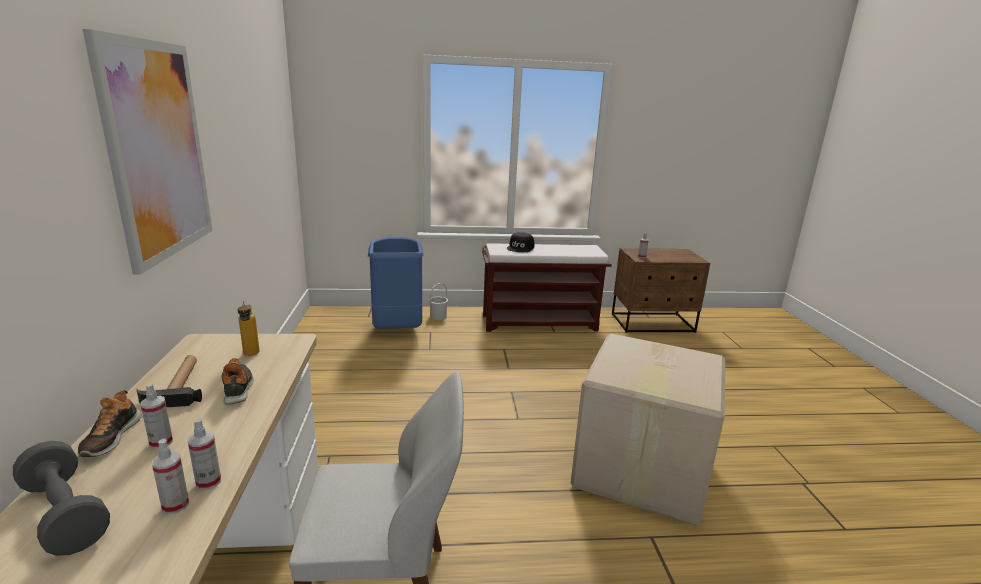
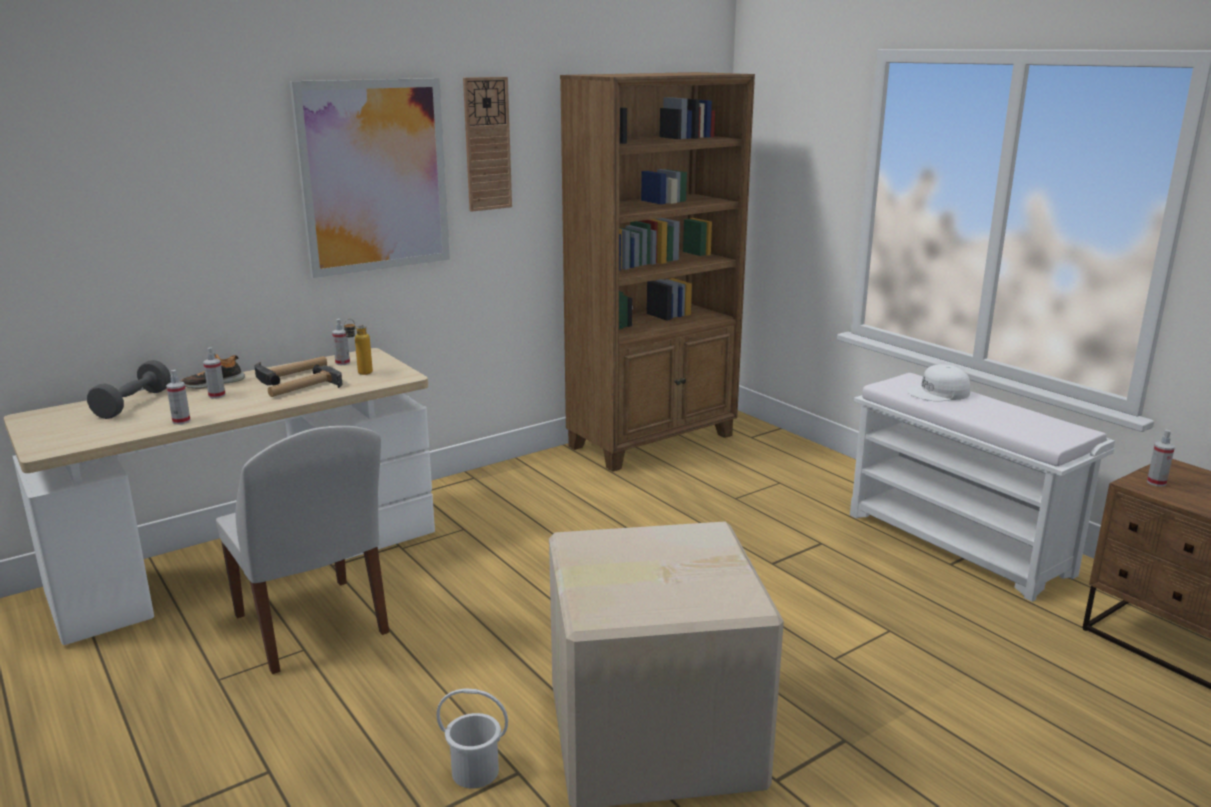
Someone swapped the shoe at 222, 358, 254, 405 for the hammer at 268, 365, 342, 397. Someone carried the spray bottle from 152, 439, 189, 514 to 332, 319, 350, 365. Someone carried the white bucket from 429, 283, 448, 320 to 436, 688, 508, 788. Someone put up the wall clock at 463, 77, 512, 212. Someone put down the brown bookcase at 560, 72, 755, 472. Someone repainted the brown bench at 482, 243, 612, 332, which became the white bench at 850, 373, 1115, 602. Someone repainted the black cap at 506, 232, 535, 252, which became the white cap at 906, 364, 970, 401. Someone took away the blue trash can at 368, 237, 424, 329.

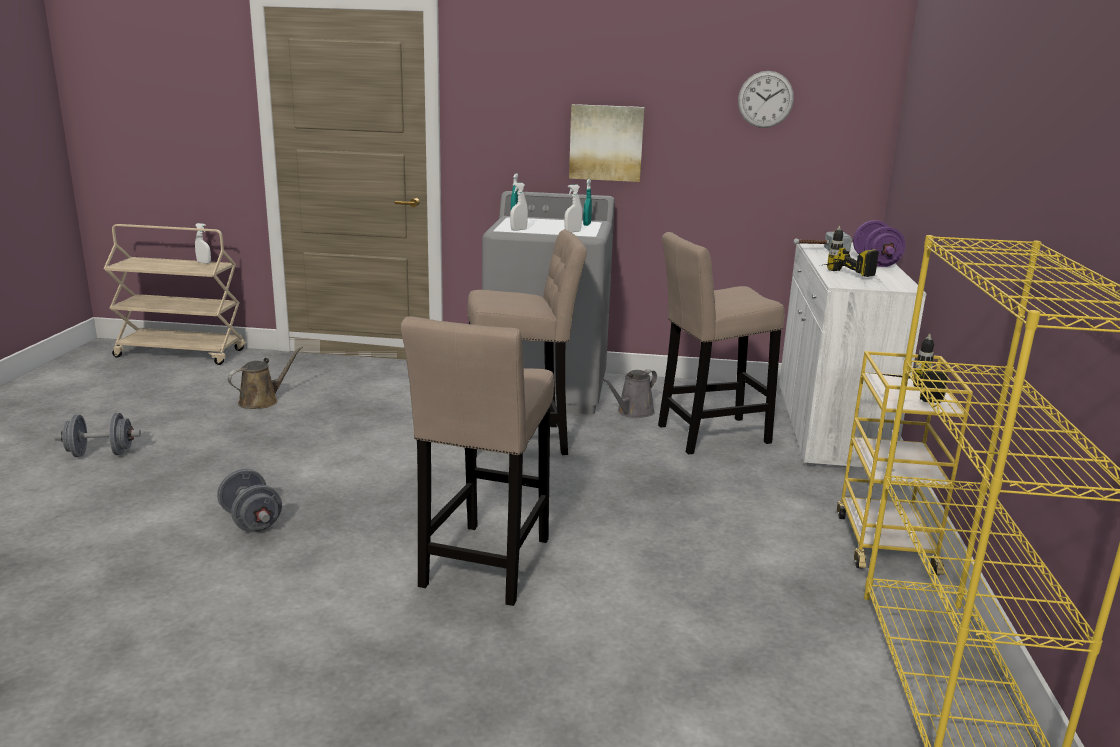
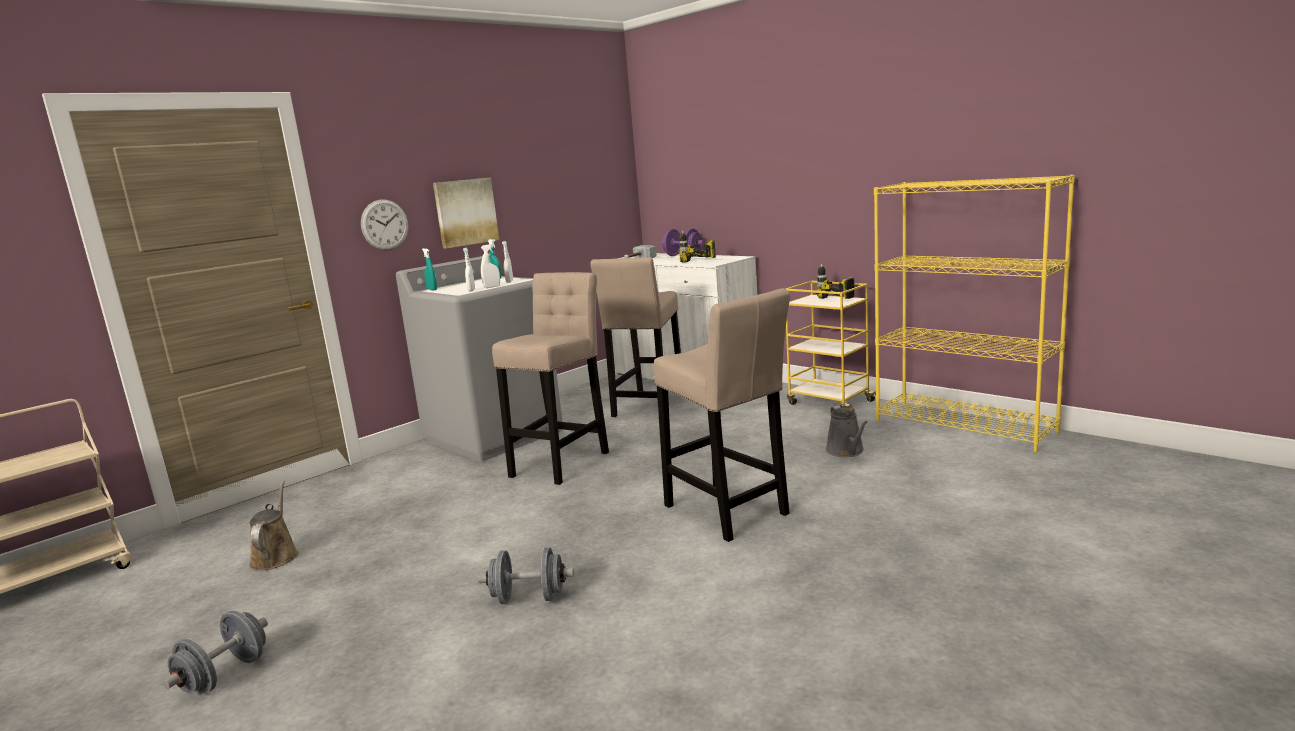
Someone carried the wall clock from 738, 71, 794, 128 to 361, 199, 408, 250. Someone carried the white spray bottle from 195, 223, 211, 264 to 481, 244, 500, 288. Someone carried the grey watering can from 602, 369, 657, 418 to 826, 406, 868, 457.

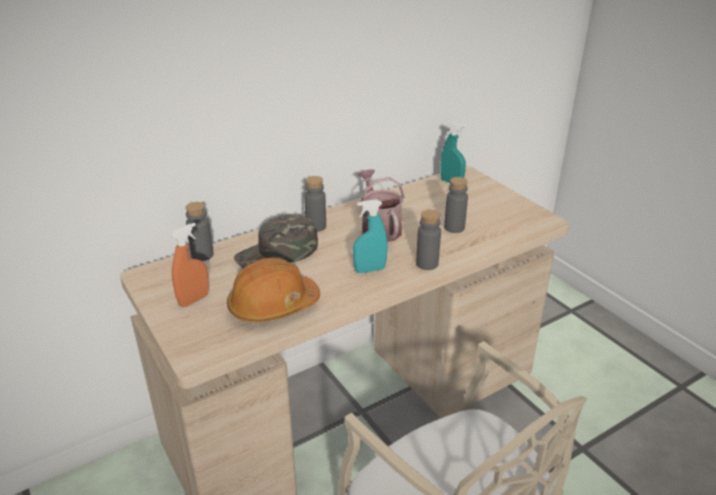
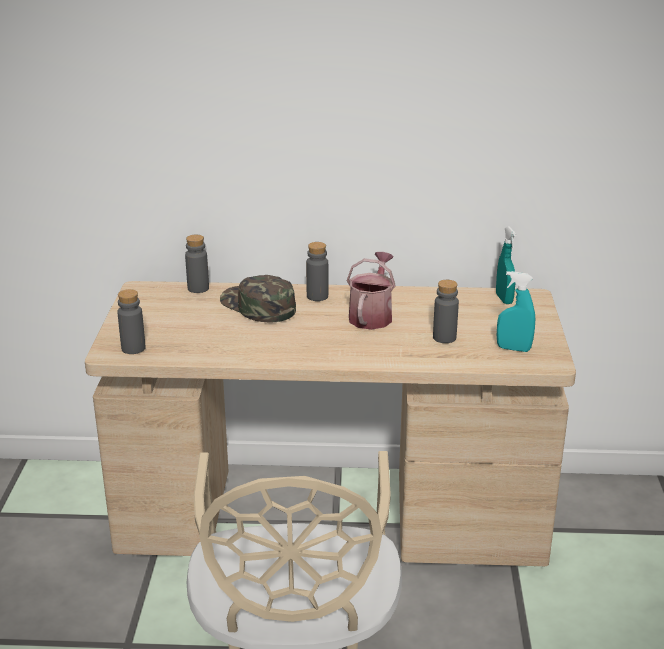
Someone carried the grey bottle from 416, 210, 441, 270 to 117, 289, 146, 354. Someone rotated the green cap at 234, 215, 318, 268 by 45 degrees clockwise. Someone carried the turquoise spray bottle from 353, 199, 388, 273 to 497, 271, 535, 352. Someone took away the orange spray bottle at 171, 223, 209, 307. Someone took away the orange hard hat at 227, 258, 320, 322.

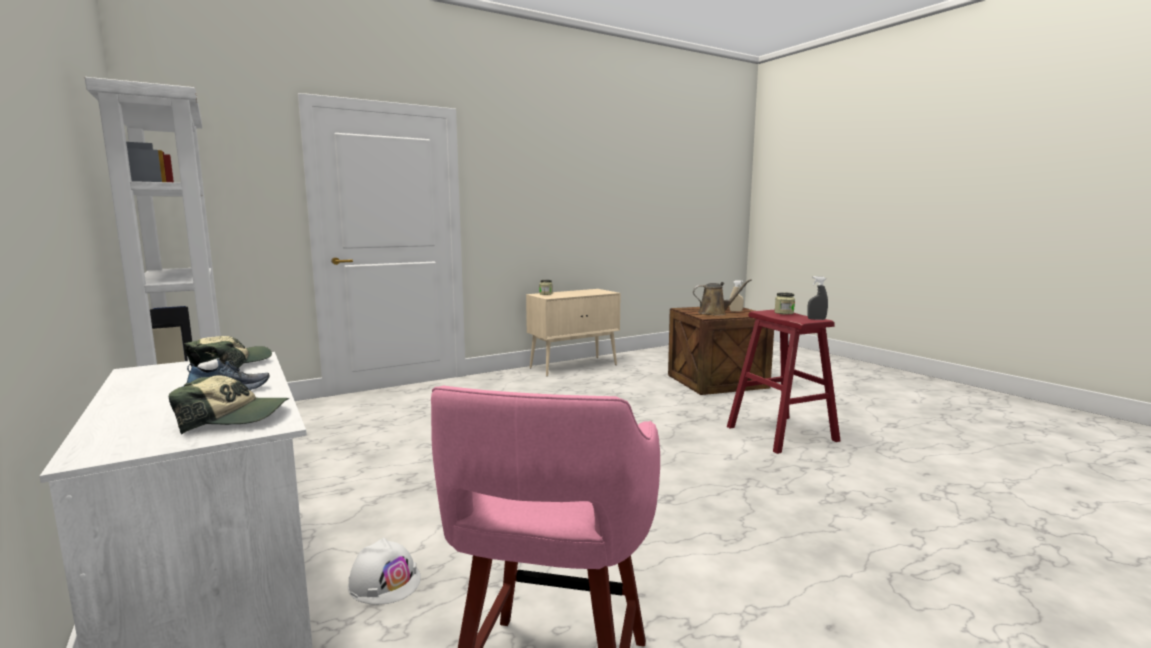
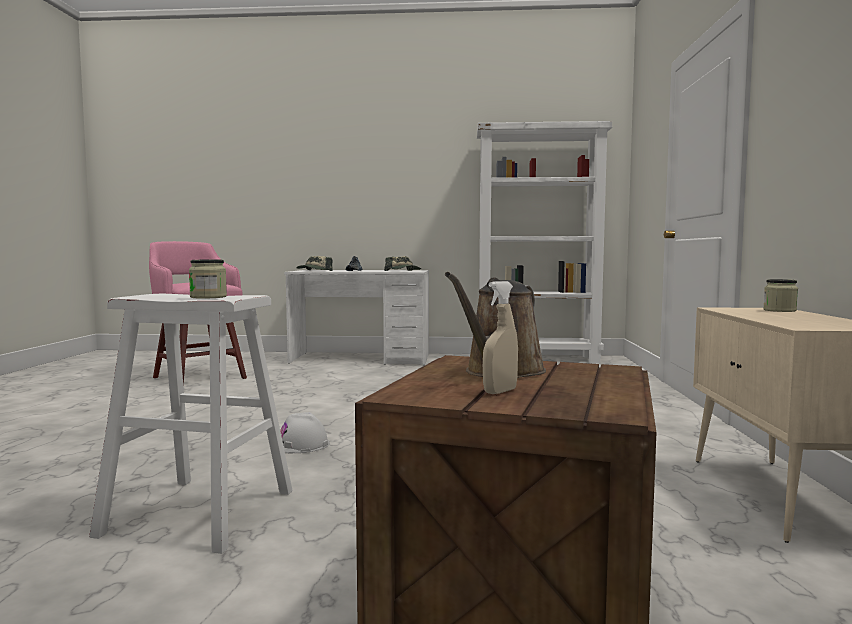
Someone repainted the red stool at 727, 310, 841, 454, which became the white stool at 89, 294, 293, 554. Someone carried the white hard hat from 348, 538, 421, 605 to 280, 412, 330, 453. Someone took away the grey spray bottle at 807, 276, 828, 320.

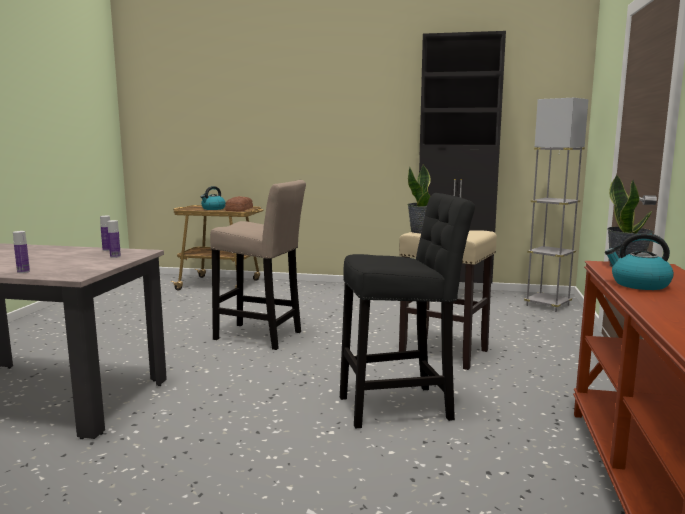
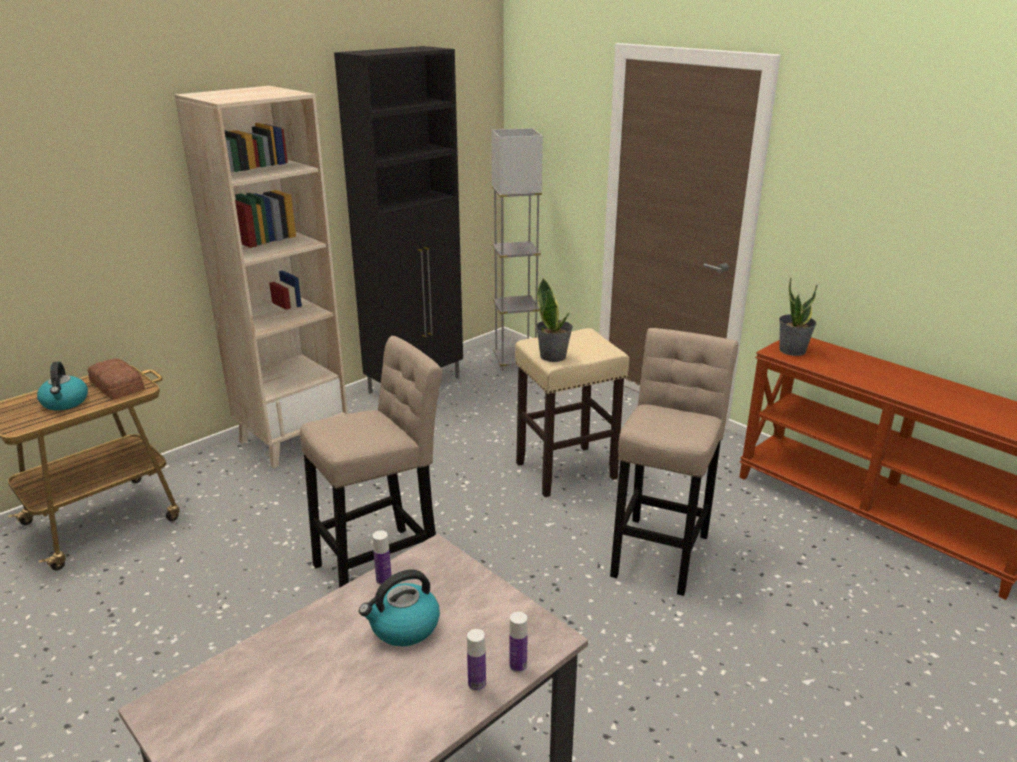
Someone put down the beige bookcase at 175, 86, 348, 468. Someone carried the kettle from 605, 233, 674, 290 to 359, 569, 440, 646. Someone carried the bottle from 107, 220, 121, 258 to 509, 612, 528, 673. Someone repainted the black stool at 340, 193, 475, 428, which became the beige stool at 610, 328, 738, 596.

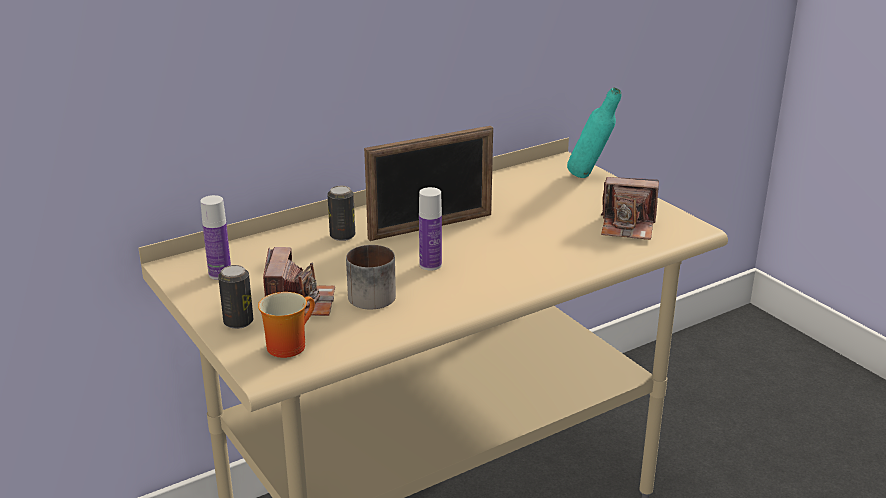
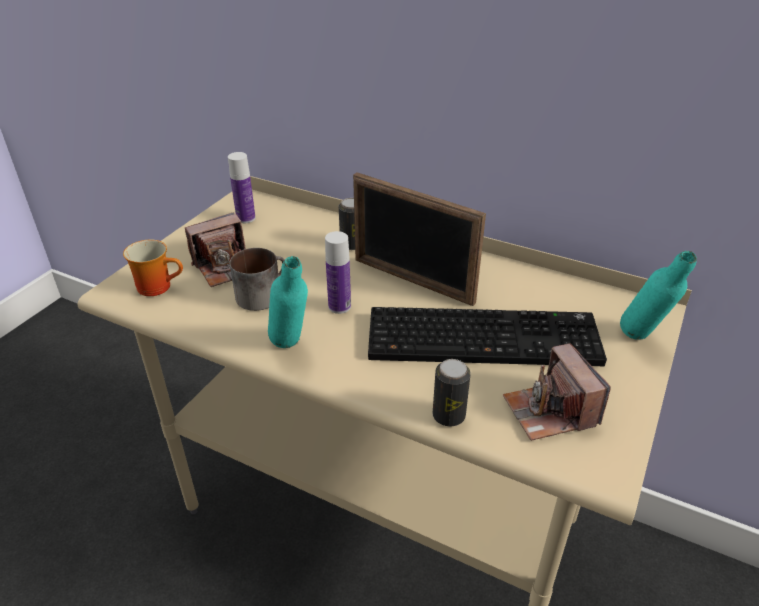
Someone put down the turquoise bottle at 268, 256, 308, 348. Someone put down the keyboard at 368, 307, 607, 366. Someone carried the can from 218, 265, 253, 329 to 433, 359, 471, 426.

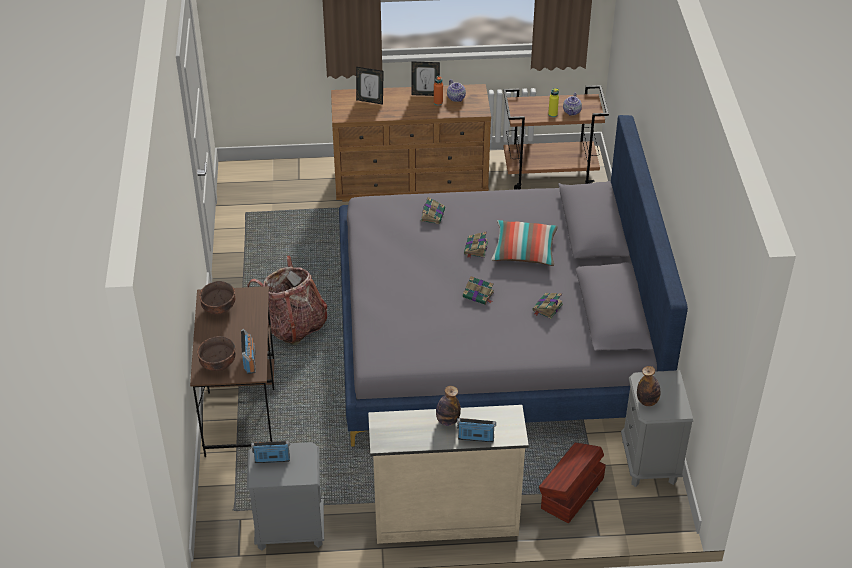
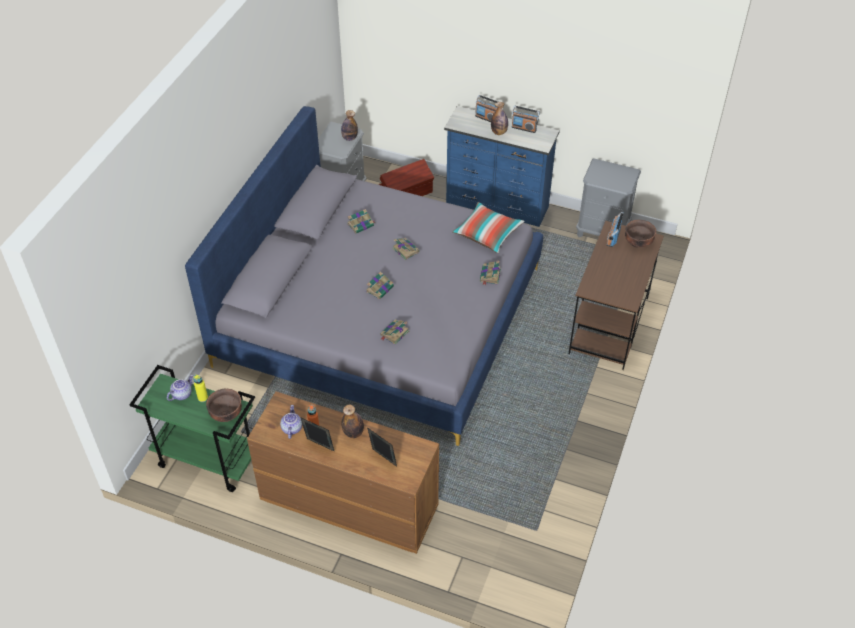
Someone repainted the brown cart at 503, 85, 609, 190, which became the green cart at 129, 365, 255, 492. Someone carried the brown bowl from 199, 281, 235, 315 to 206, 389, 242, 422. Someone put down the bottle at 341, 405, 364, 438. Someone repainted the beige dresser at 368, 405, 529, 544, which became the blue dresser at 444, 106, 560, 227. Someone carried the pillow from 491, 220, 558, 266 to 452, 202, 524, 253. Someone put down the book at 480, 260, 501, 285. Someone carried the radio from 251, 441, 290, 463 to 512, 106, 540, 133. Someone took away the backpack at 247, 256, 327, 345.

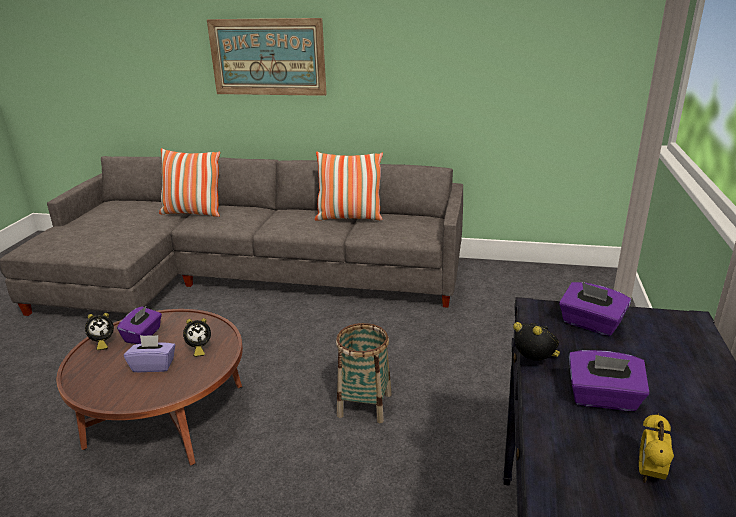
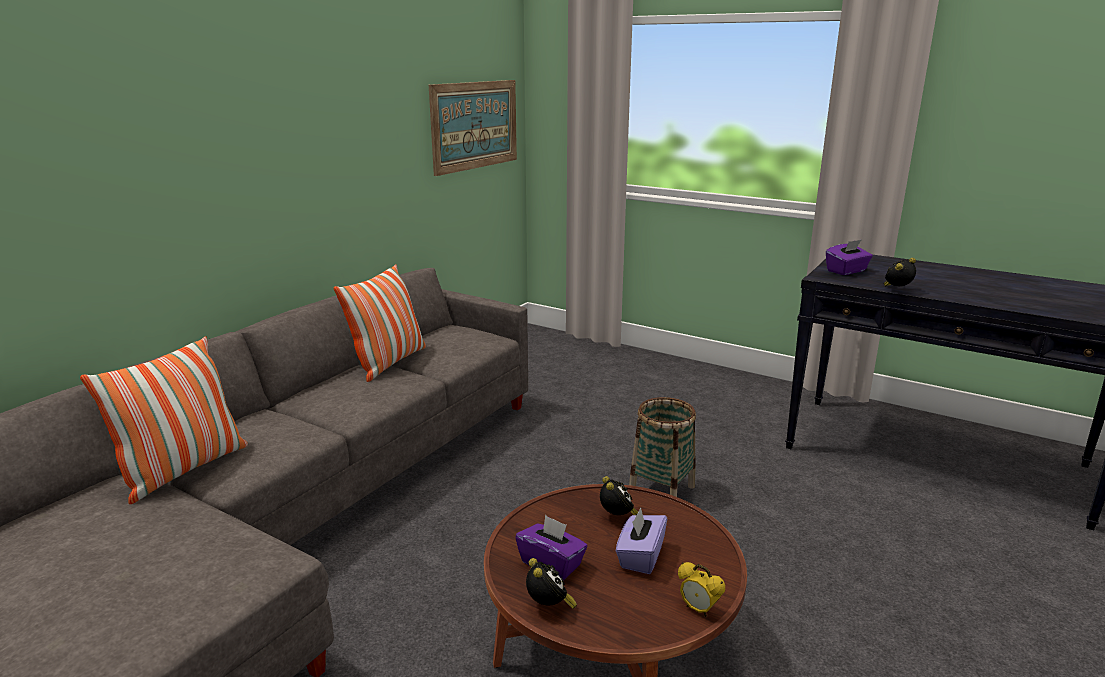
Someone carried the picture from 207, 18, 327, 96 to 429, 80, 517, 176. Someone carried the alarm clock from 639, 413, 674, 483 to 678, 562, 725, 617. Someone took away the purple tissue box at 569, 350, 649, 411.

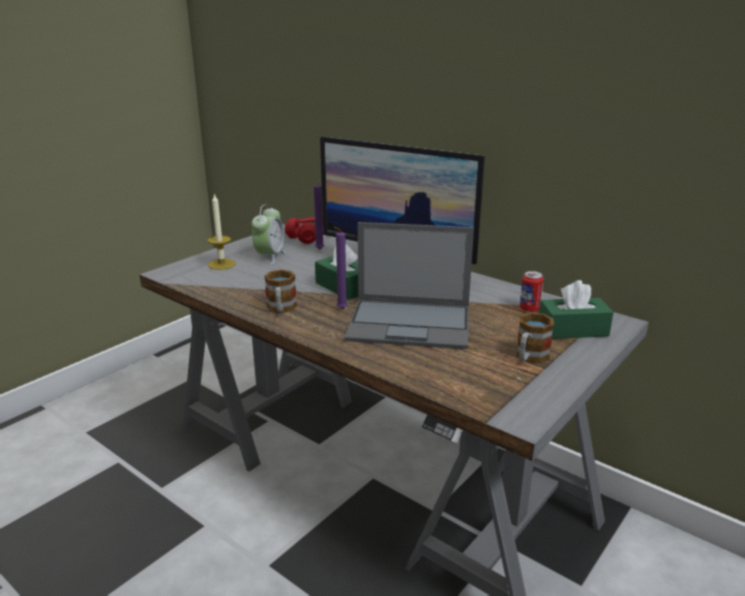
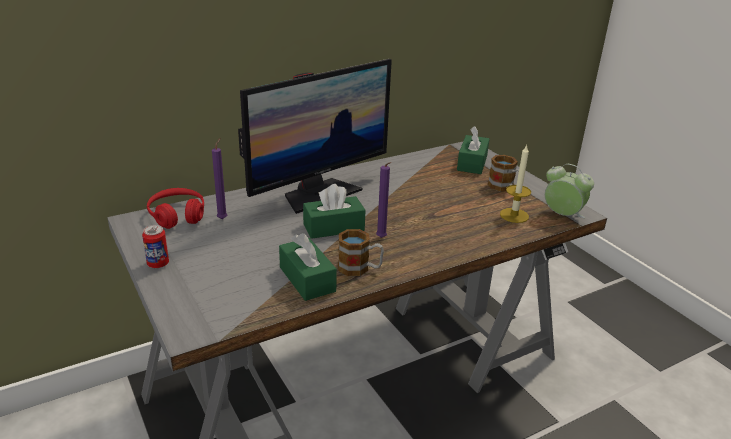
Someone carried the can from 520, 271, 544, 312 to 142, 225, 169, 268. Someone put down the green tissue box at 279, 233, 337, 301. Someone carried the candle from 207, 193, 236, 270 to 500, 145, 531, 223. Someone carried the alarm clock from 252, 204, 286, 264 to 545, 164, 594, 218. Someone took away the laptop at 345, 222, 474, 349.

